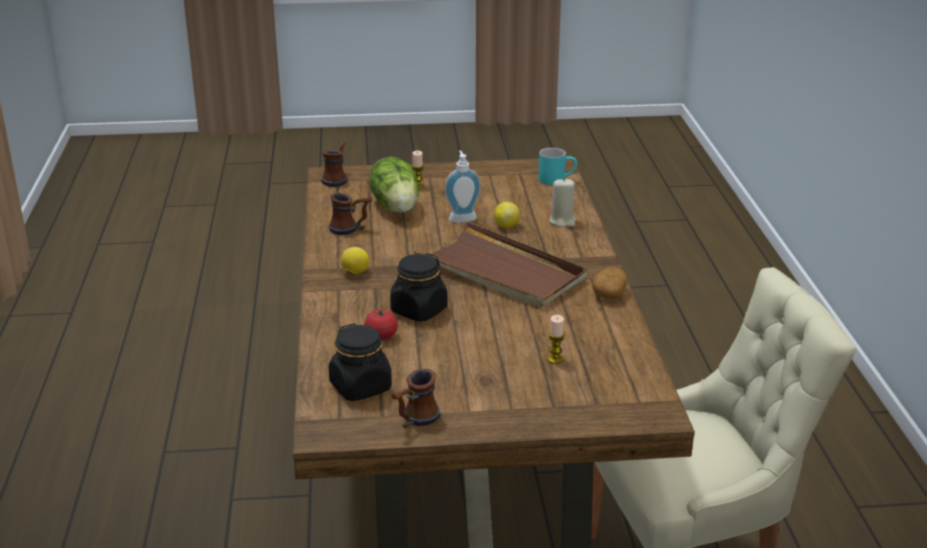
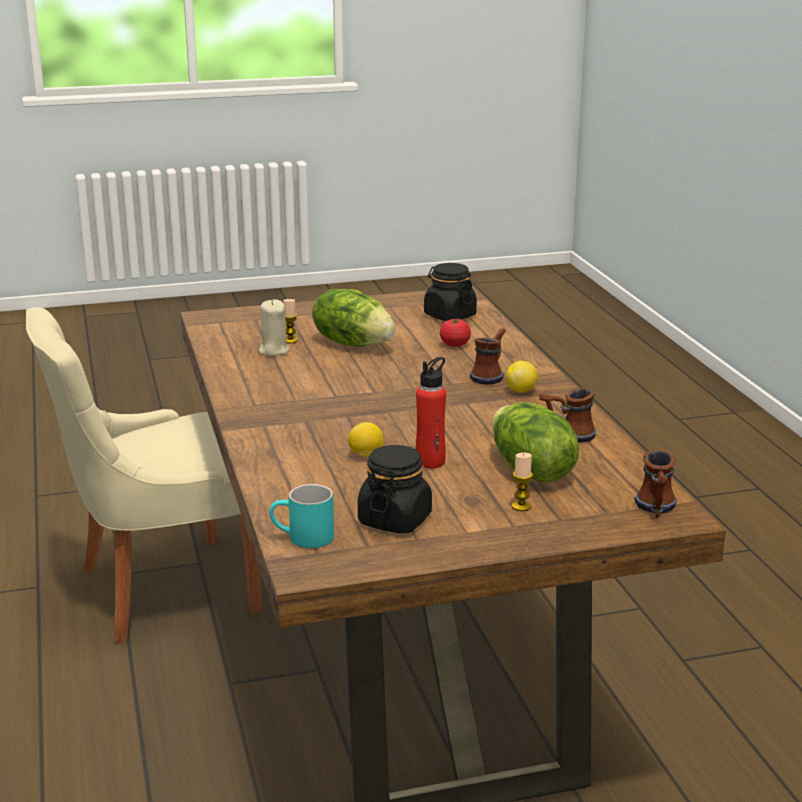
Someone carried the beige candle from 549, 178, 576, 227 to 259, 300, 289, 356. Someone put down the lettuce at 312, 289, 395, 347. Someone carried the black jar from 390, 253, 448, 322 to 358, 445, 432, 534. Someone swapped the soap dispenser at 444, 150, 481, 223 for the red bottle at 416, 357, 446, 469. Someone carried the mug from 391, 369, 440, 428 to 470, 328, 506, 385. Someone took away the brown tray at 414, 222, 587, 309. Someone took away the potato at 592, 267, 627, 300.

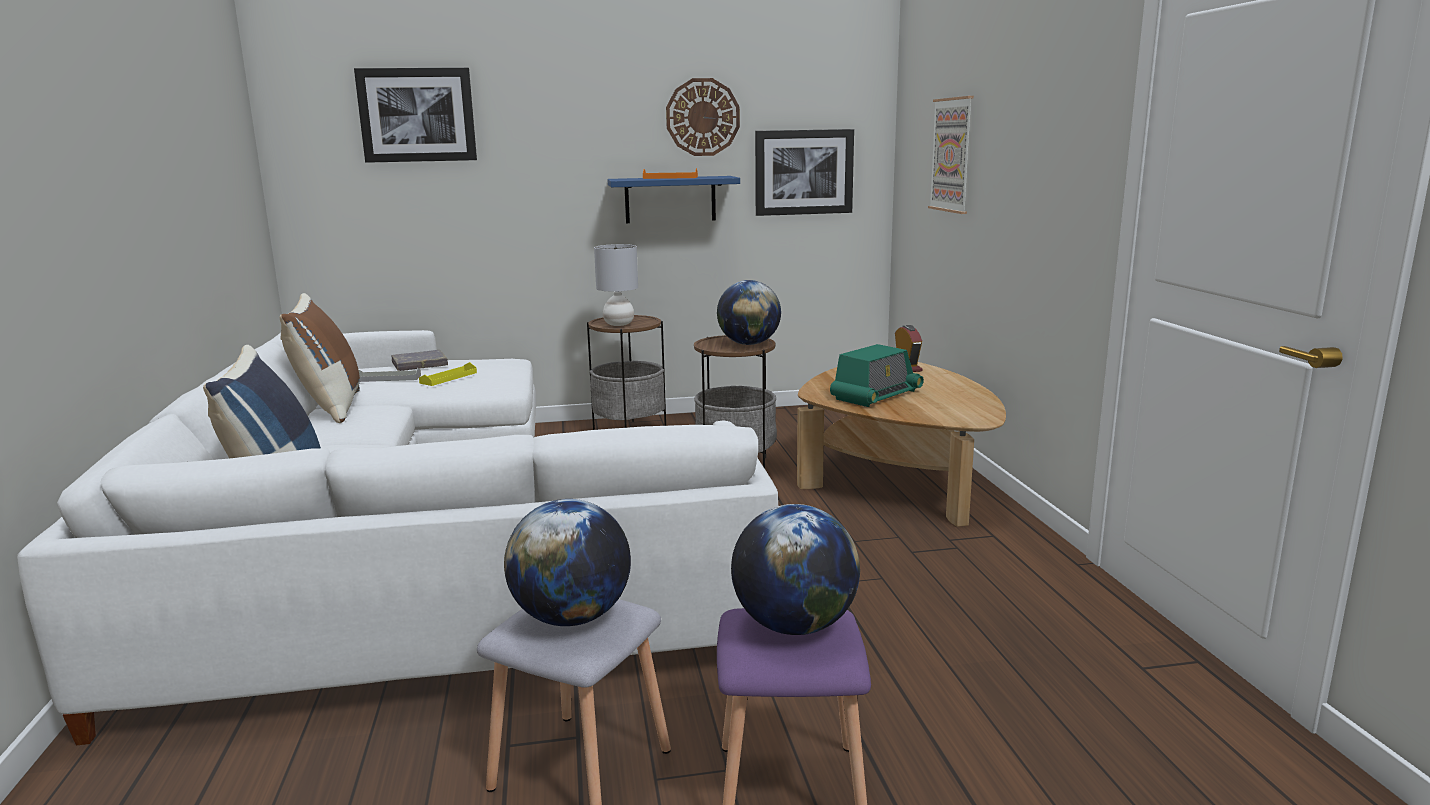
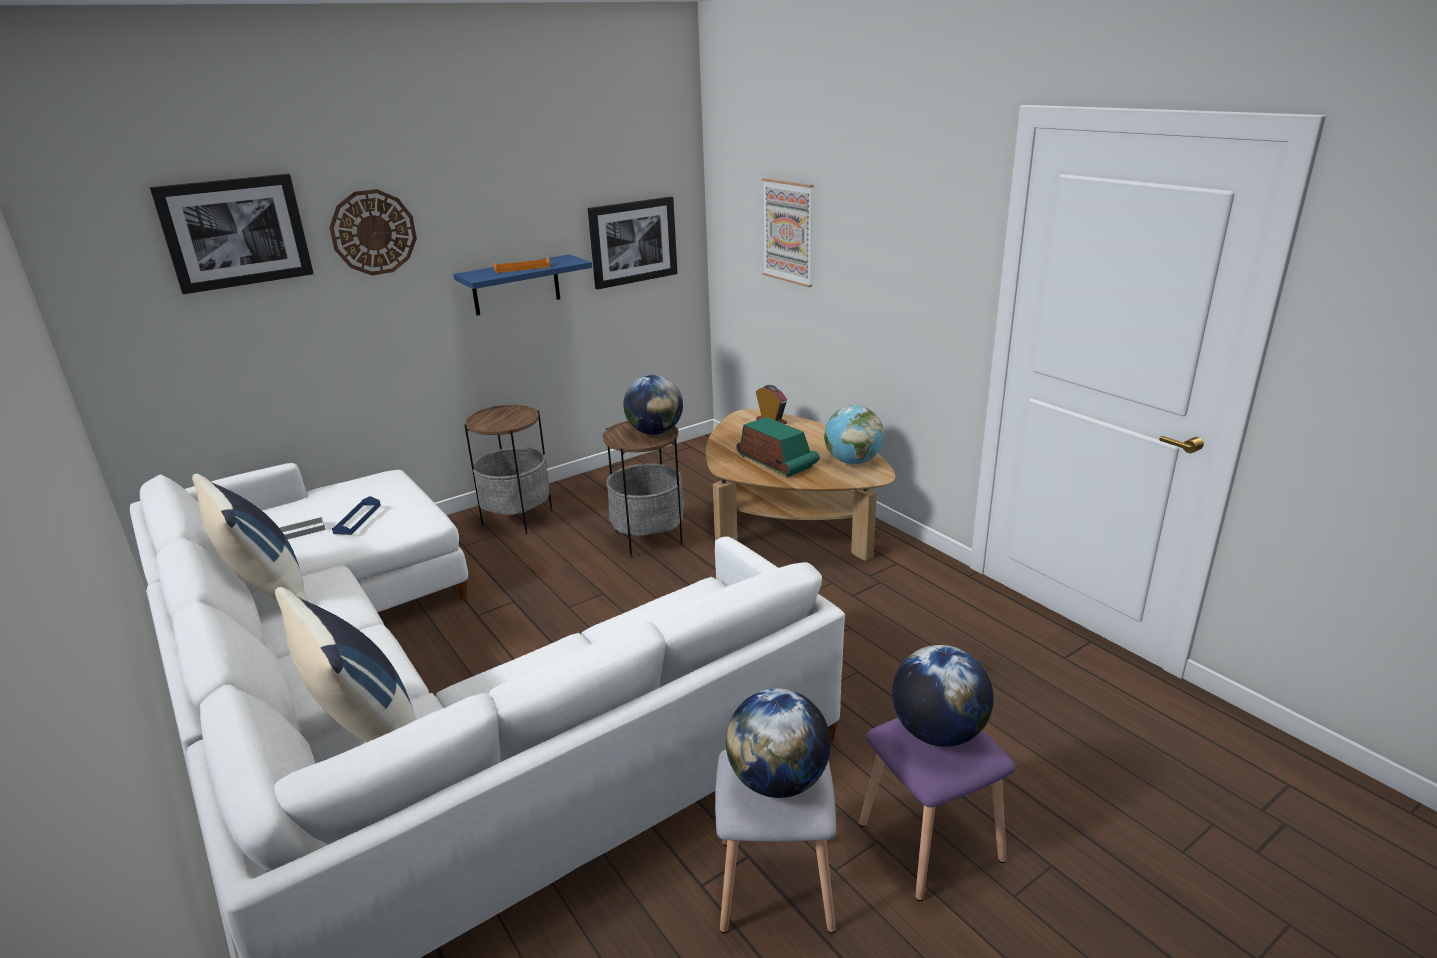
Someone repainted the brown pillow at 279, 293, 360, 423, which became the blue pillow at 192, 474, 308, 602. Someone carried the wall clock from 666, 78, 740, 156 to 329, 189, 417, 275. Someone repainted the yellow tray at 419, 362, 477, 386, which became the blue tray at 332, 496, 381, 535. Someone rotated the radio at 830, 344, 924, 407 by 60 degrees counterclockwise. Someone put down the globe at 824, 405, 884, 464. Someone took away the grey book at 392, 350, 448, 371. Someone took away the grey table lamp at 594, 244, 638, 326.

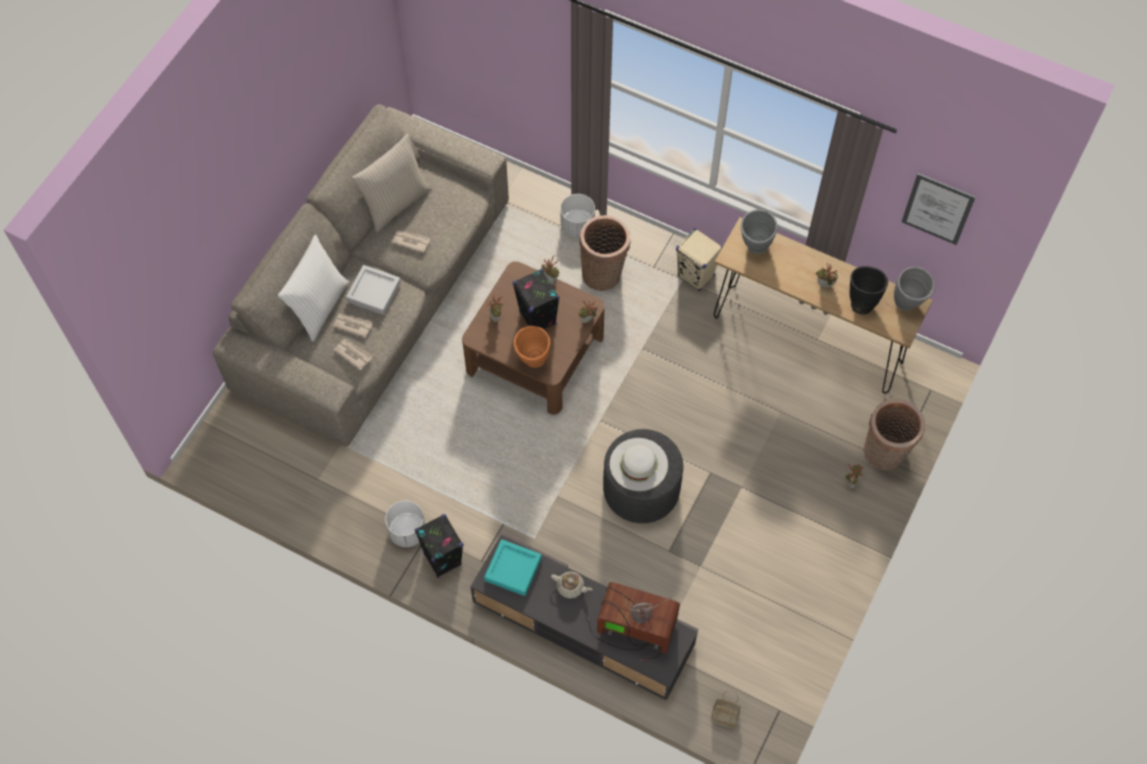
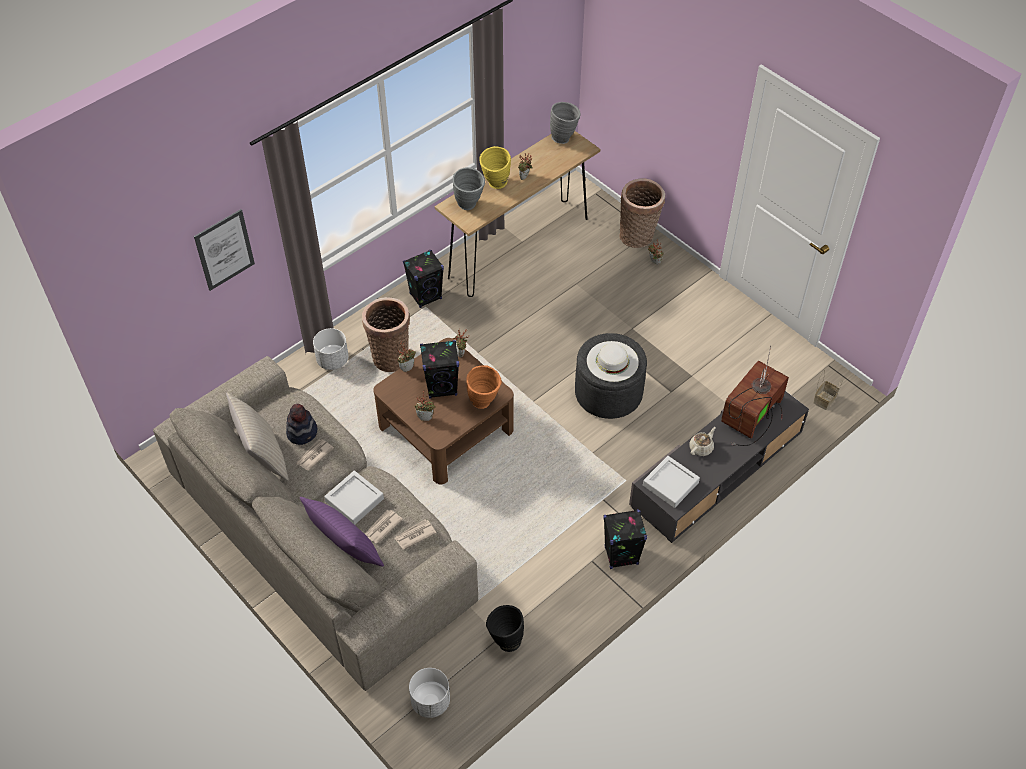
Someone carried the picture from 902, 173, 975, 245 to 194, 209, 255, 291. Someone put down the hat at 286, 404, 318, 445. Someone repainted the white pillow at 278, 235, 349, 342, which became the purple pillow at 300, 497, 384, 567. Someone repainted the beige speaker at 676, 228, 723, 291, which became the black speaker at 403, 250, 444, 308. Someone carried the white planter from 385, 501, 425, 547 to 409, 668, 450, 718. Someone put down the yellow vase at 479, 146, 511, 189. Someone carried the black vase from 849, 266, 888, 314 to 486, 605, 524, 652. Someone repainted the turquoise tray at 484, 539, 542, 596, which became the grey tray at 643, 456, 700, 508.

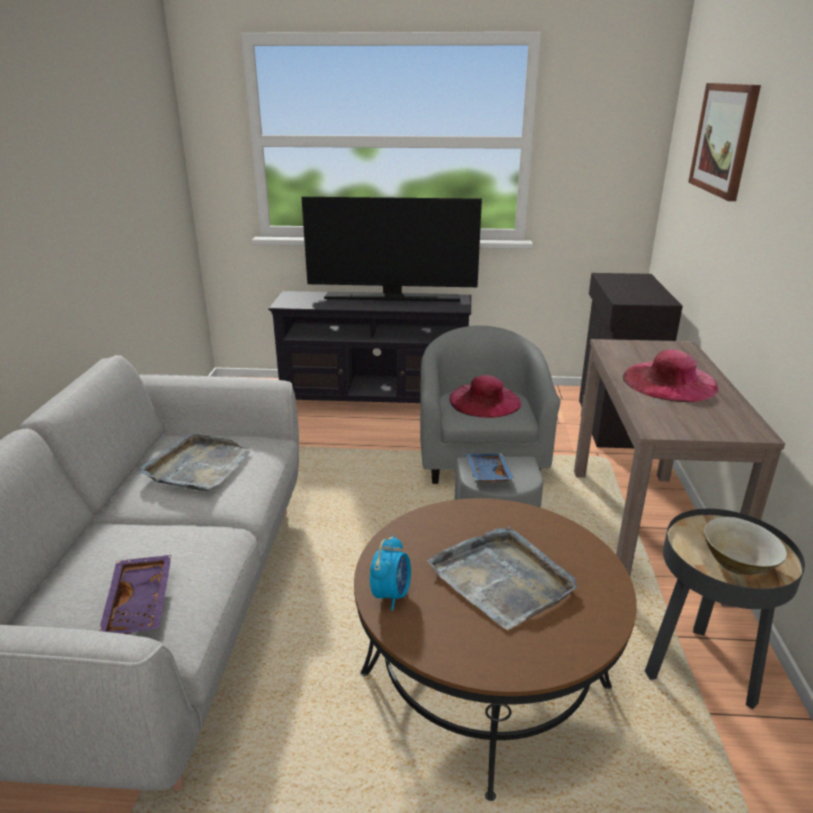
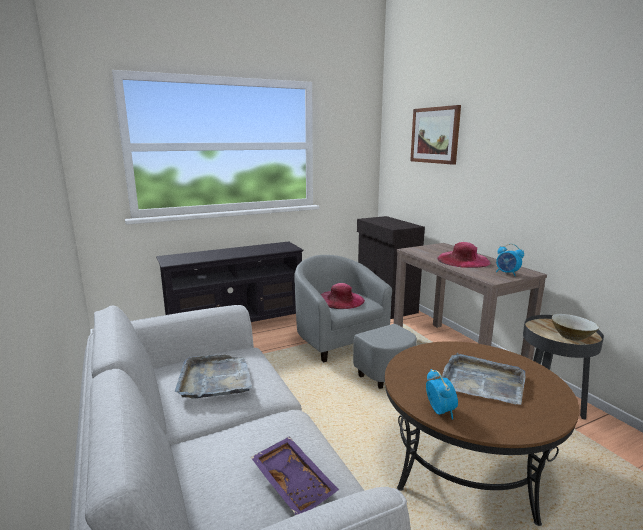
Someone put down the alarm clock at 496, 244, 524, 276. Someone took away the television at 301, 197, 482, 302. Someone took away the blue tray at 466, 453, 515, 482.

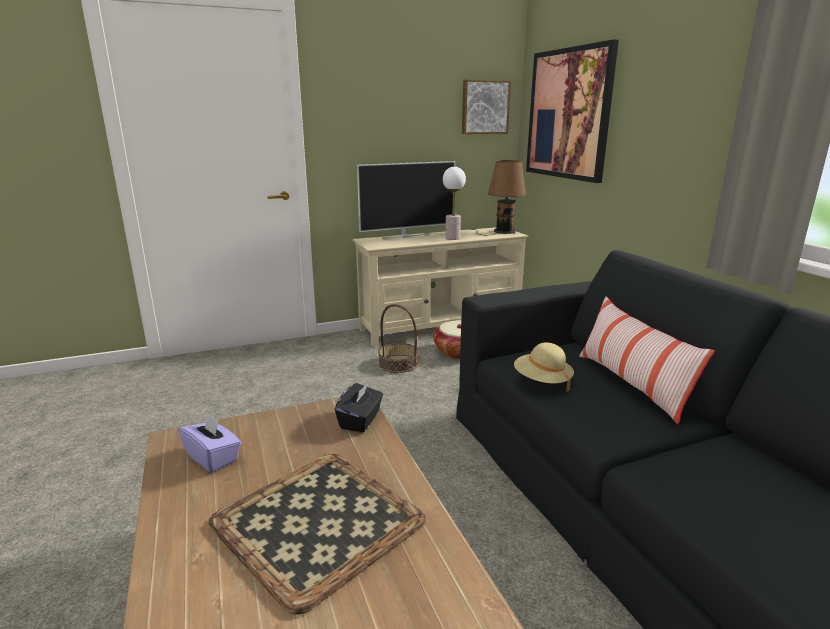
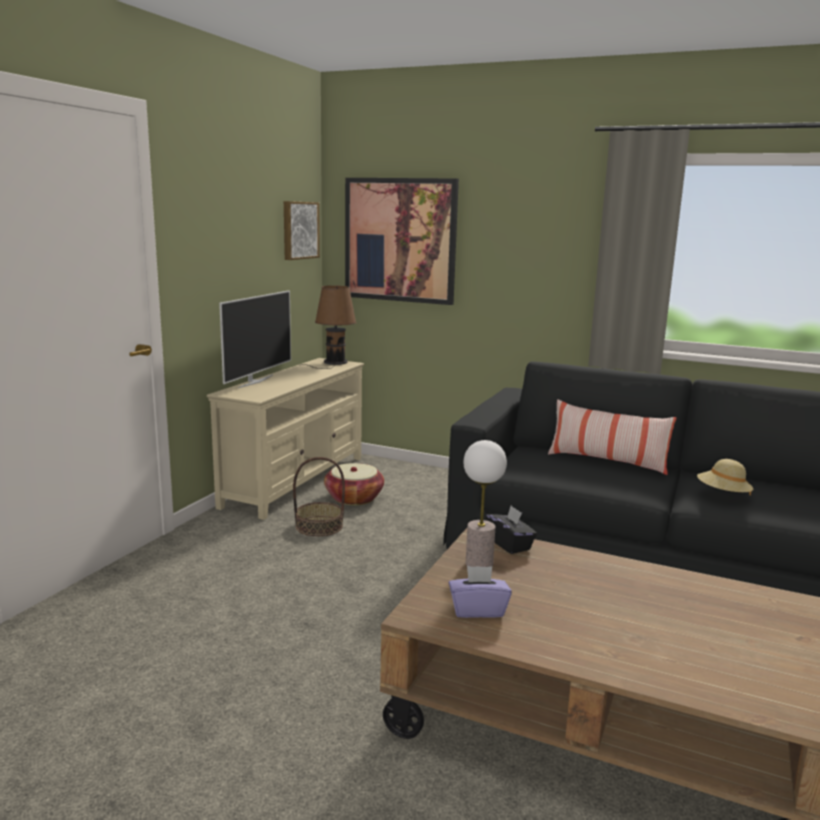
Someone carried the table lamp from 443, 167, 466, 240 to 464, 440, 507, 567. Someone carried the beige hat from 514, 342, 574, 392 to 697, 459, 754, 496. Someone took away the tray at 209, 454, 426, 615.

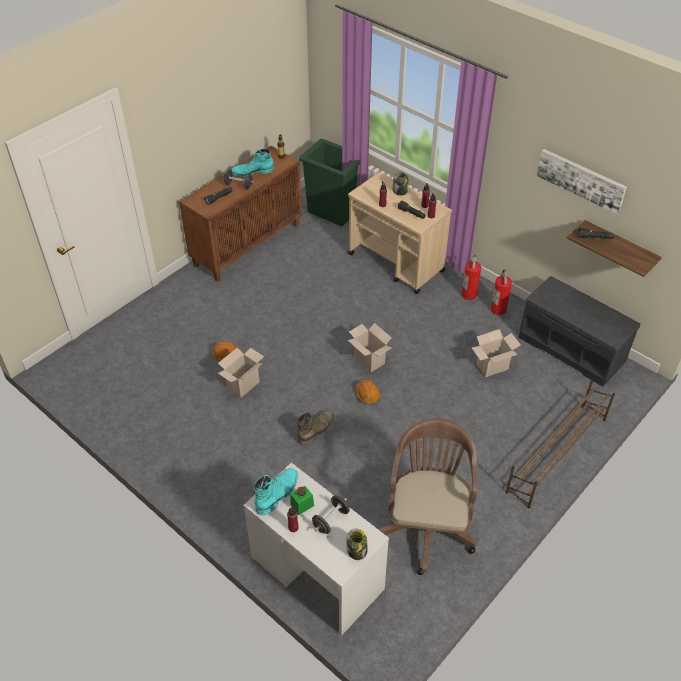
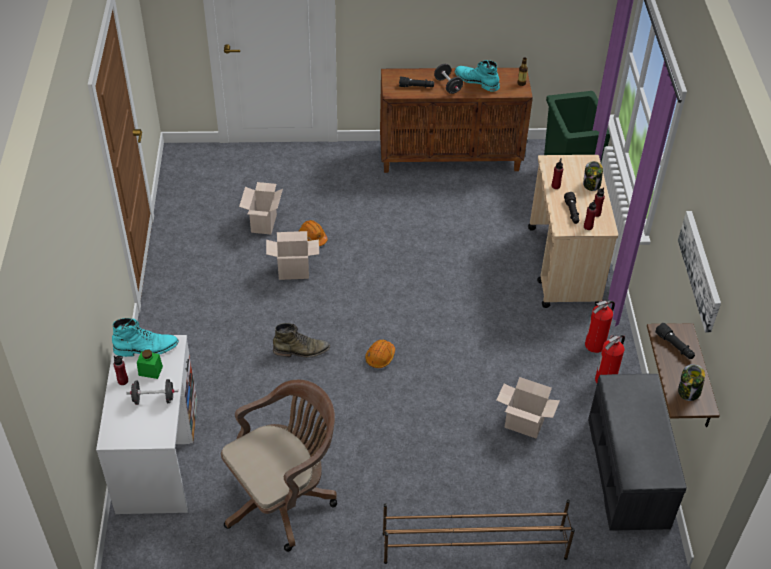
Someone carried the cardboard box from 348, 323, 392, 372 to 239, 182, 283, 235. Someone carried the jar from 346, 529, 367, 560 to 678, 364, 705, 401.

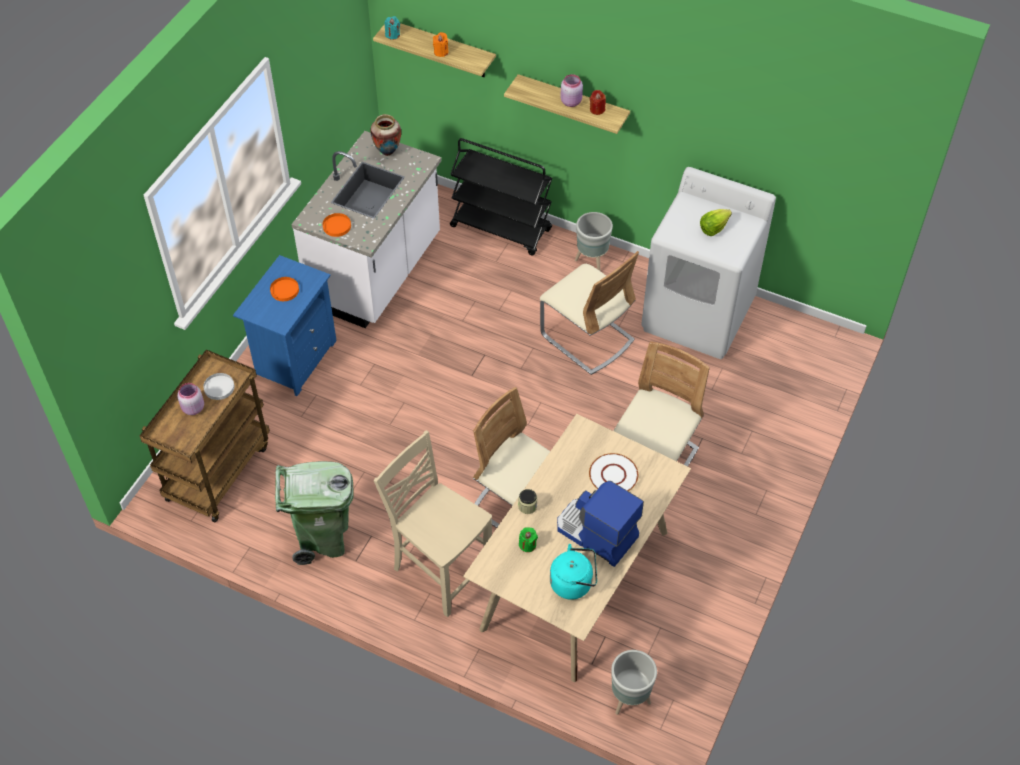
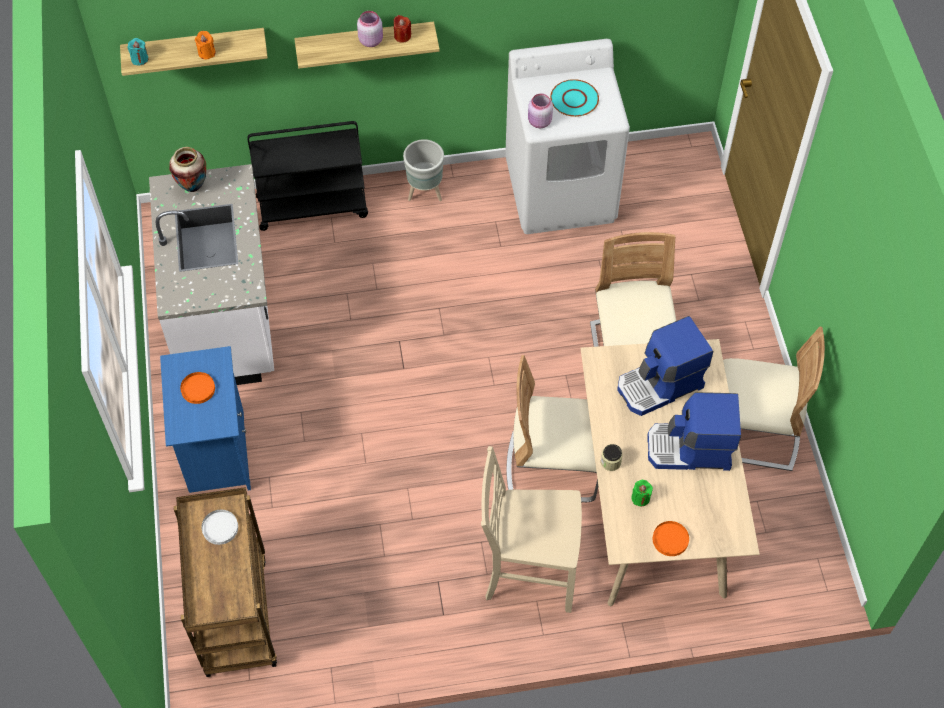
Someone carried the pink jar from 177, 383, 204, 415 to 528, 94, 553, 128. Someone swapped the lettuce at 700, 209, 732, 236 for the turquoise plate at 550, 79, 599, 117. Someone swapped the white plate at 589, 453, 638, 491 for the coffee machine at 617, 316, 713, 416. Someone carried the orange plate from 323, 213, 351, 237 to 653, 521, 689, 556. Someone carried the beige chair from 540, 251, 639, 375 to 723, 327, 825, 471. Someone took away the green trash can at 275, 461, 354, 565. Someone took away the turquoise kettle at 550, 544, 597, 600. Someone took away the grey planter at 611, 650, 657, 715.

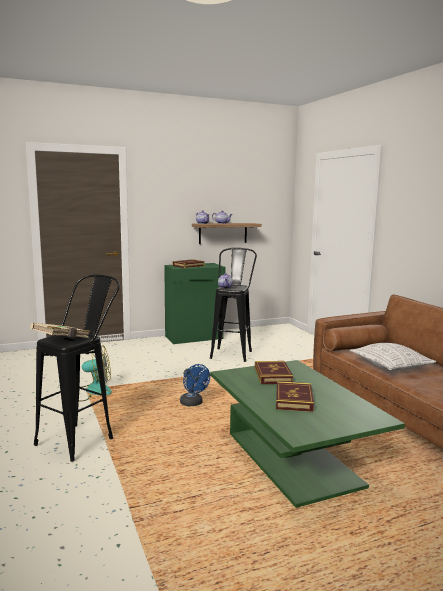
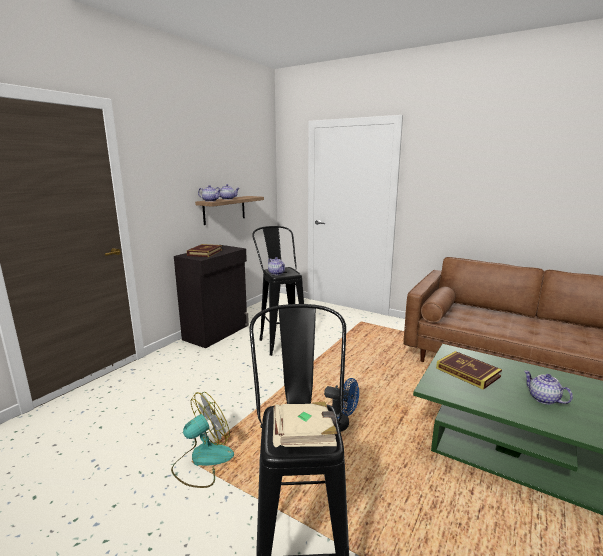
Someone repainted the green cabinet at 164, 263, 226, 344, which became the black cabinet at 174, 245, 249, 348. Someone swapped the book at 276, 381, 314, 412 for the teapot at 524, 371, 573, 405. Someone took away the pillow at 350, 343, 437, 372.

